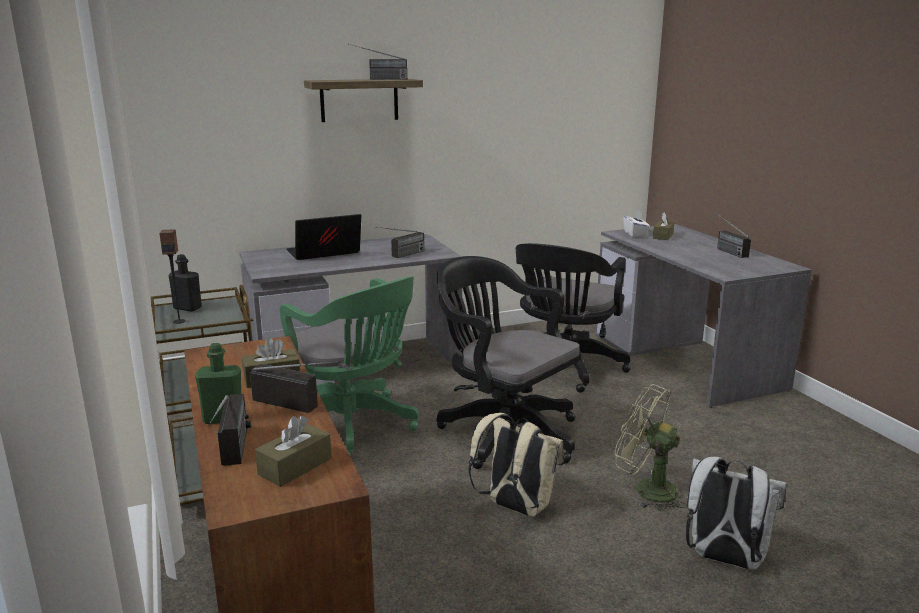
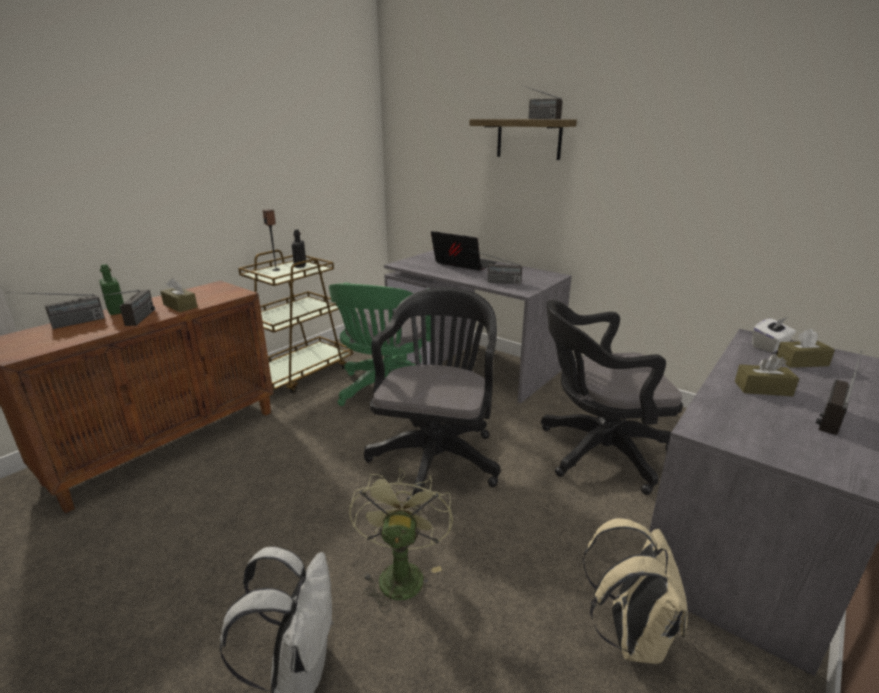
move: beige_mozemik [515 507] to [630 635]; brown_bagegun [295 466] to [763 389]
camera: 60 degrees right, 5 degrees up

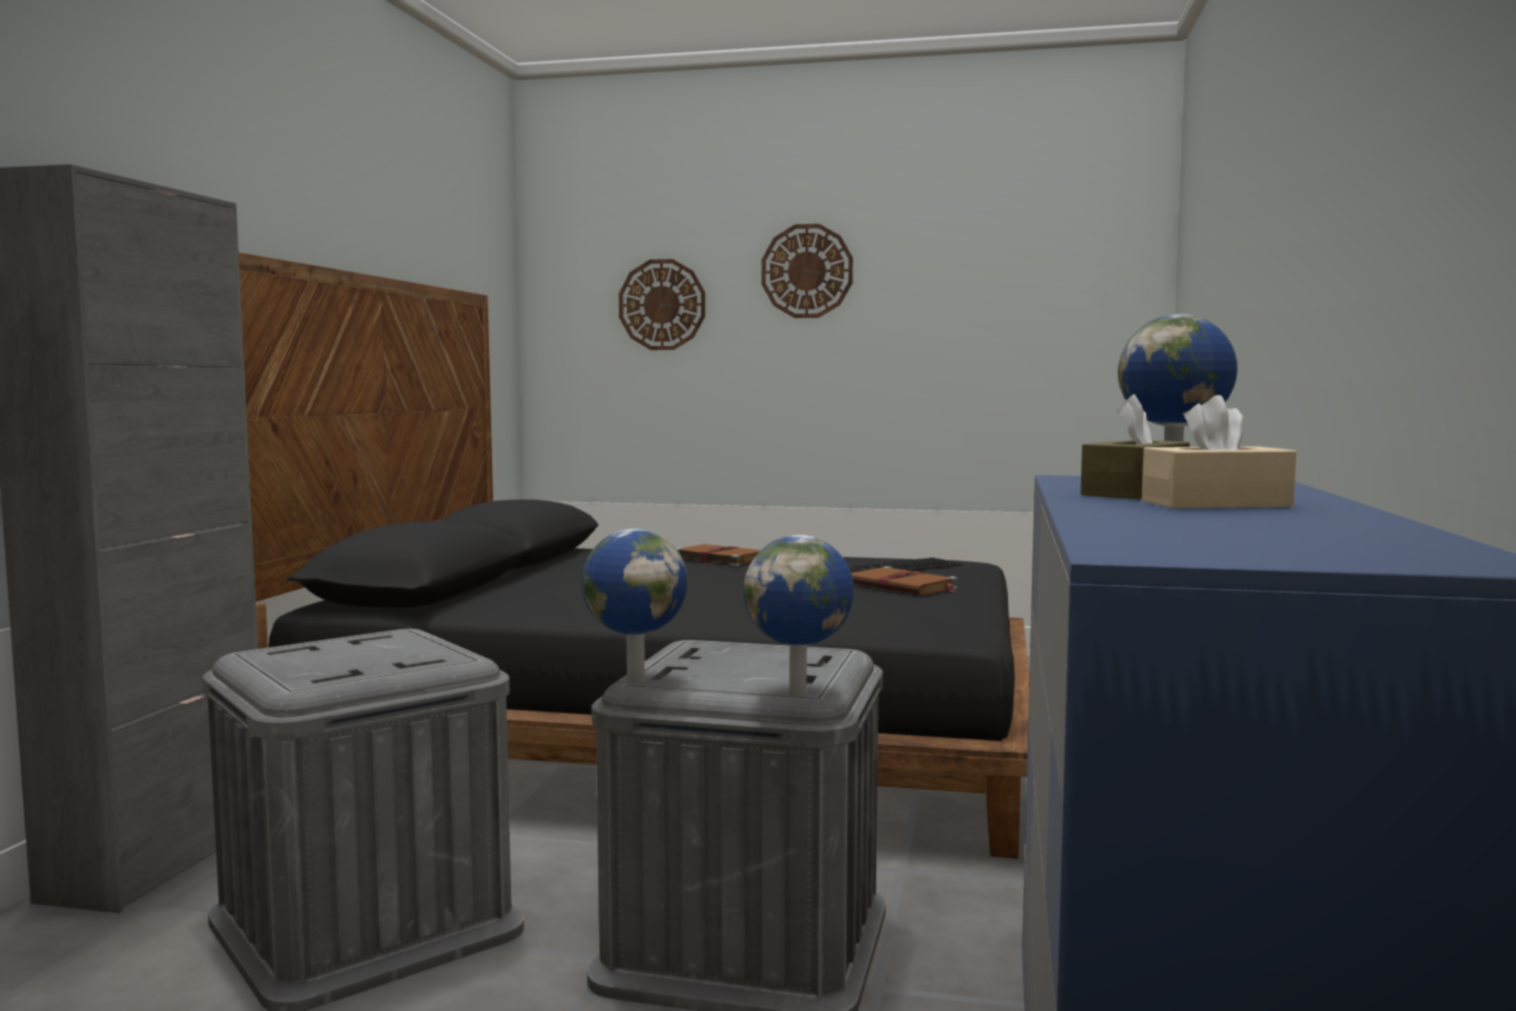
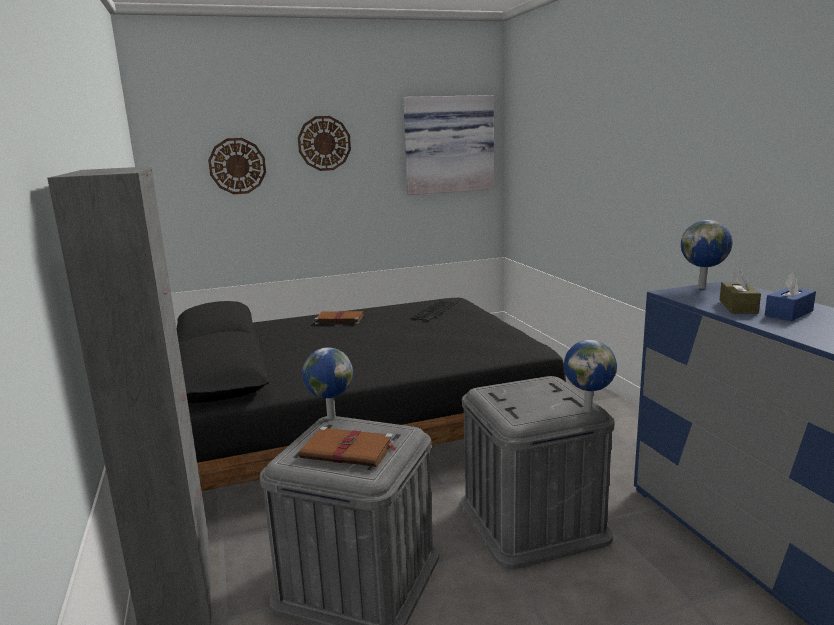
insert: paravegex [448 145]
move: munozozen [635 681] to [330 417]; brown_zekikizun [903 586] to [349 451]
recolor: beige_bagegun [1215 504] to blue_bagegun [788 313]
camera: 30 degrees left, 10 degrees up

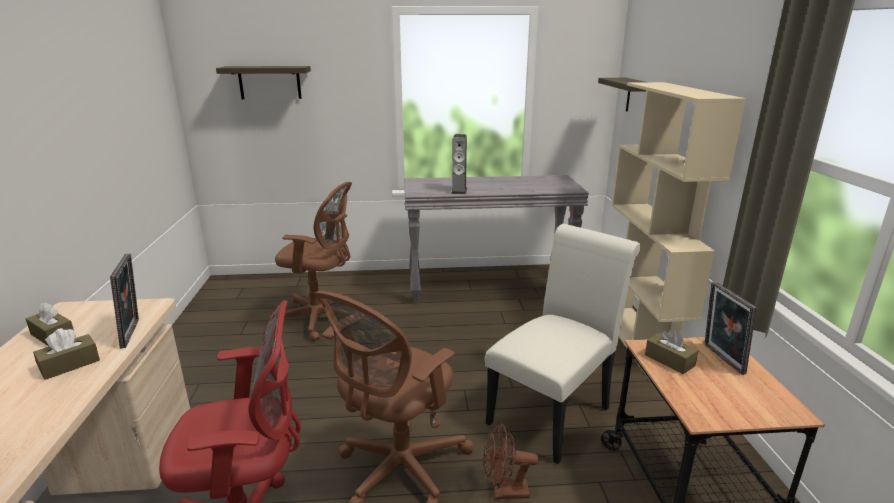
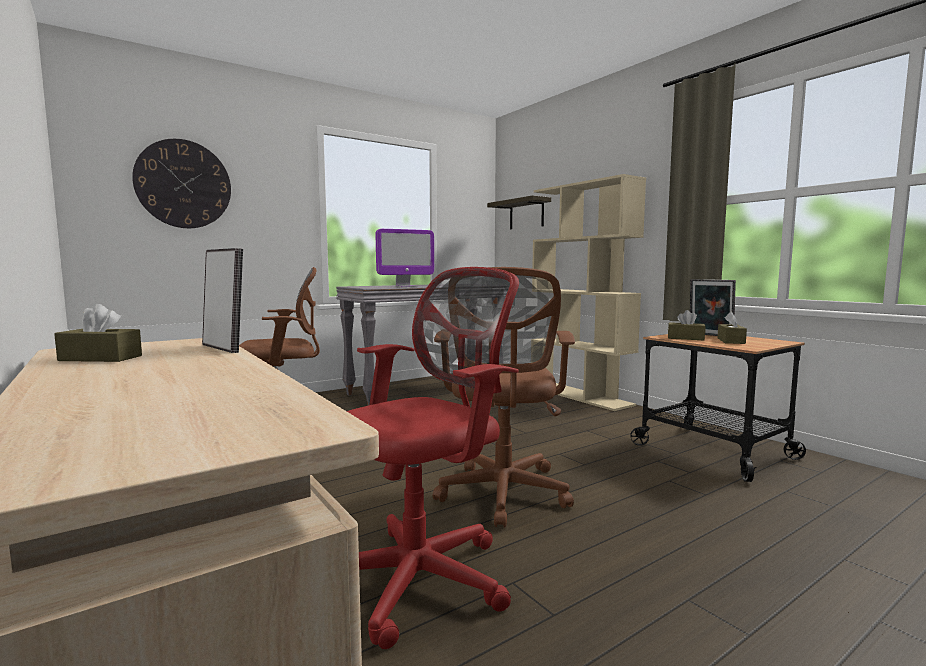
delete: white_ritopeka [554 411]; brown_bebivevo [504 492]
move: brown_bagegun [70 365] to [731 341]
replace: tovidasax [269 82] to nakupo [183 184]; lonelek [459 191] to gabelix [405 286]
camera: 30 degrees left, 15 degrees down

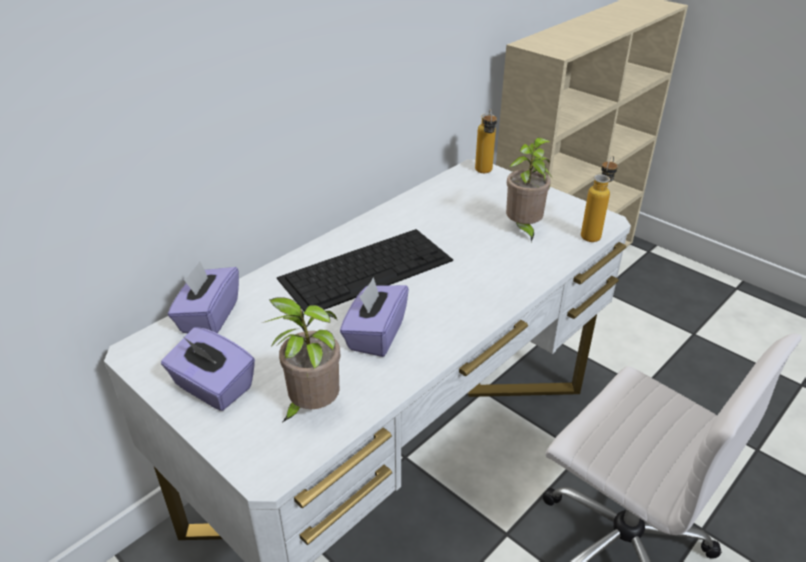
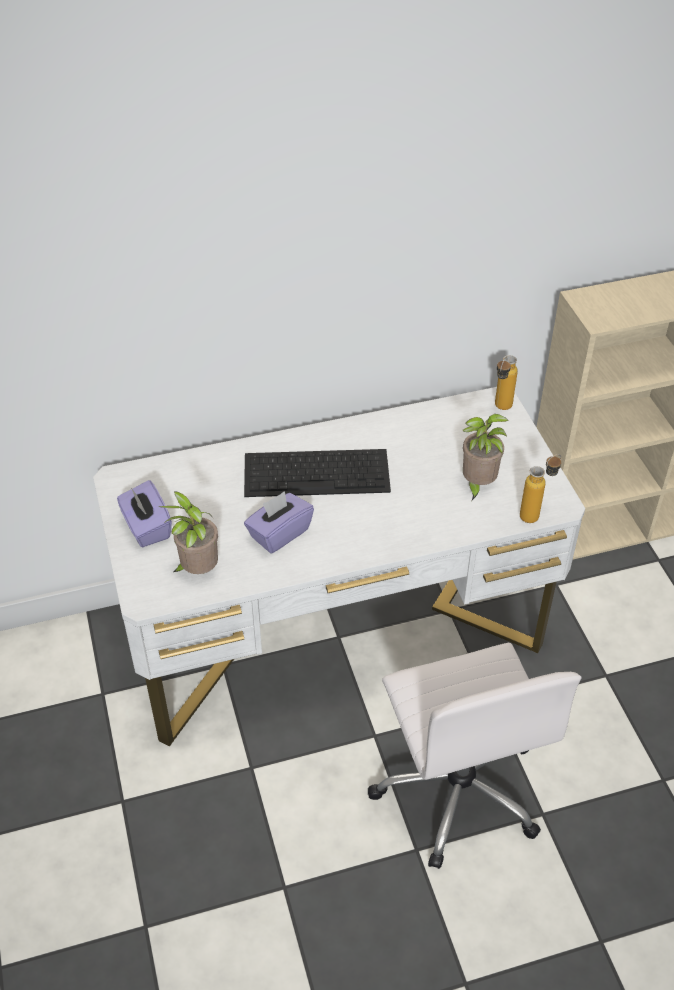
delete: purple_bagegun [209 317]
camera: 30 degrees right, 10 degrees up

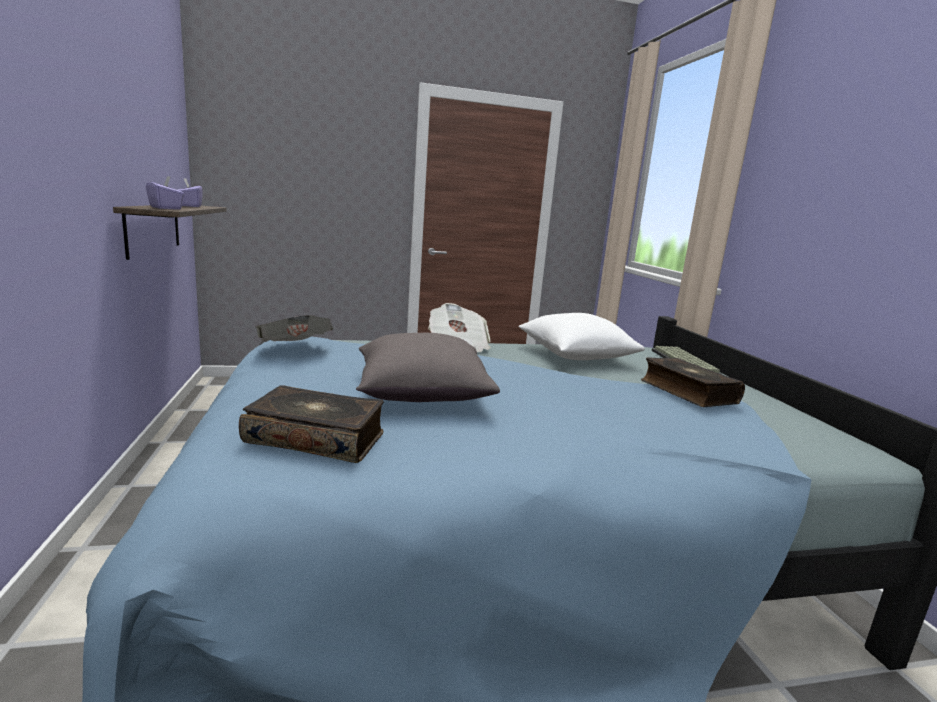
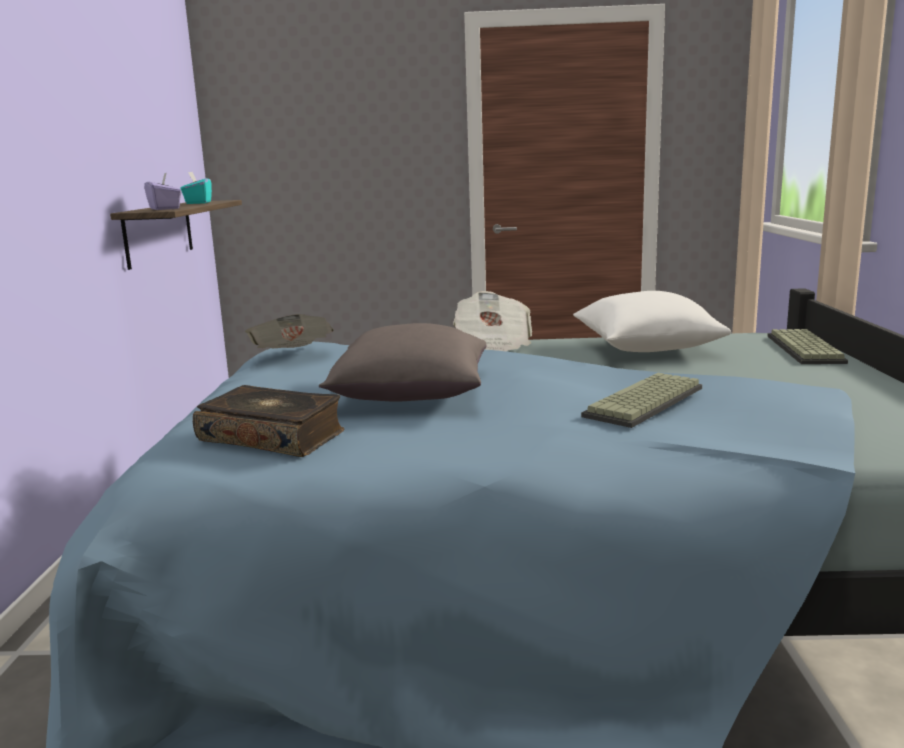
delete: zekikizun [687 392]
insert: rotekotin [646 403]
recolor: purple_bagegun [190 206] to turquoise_bagegun [198 203]
camera: 15 degrees right, 0 degrees up

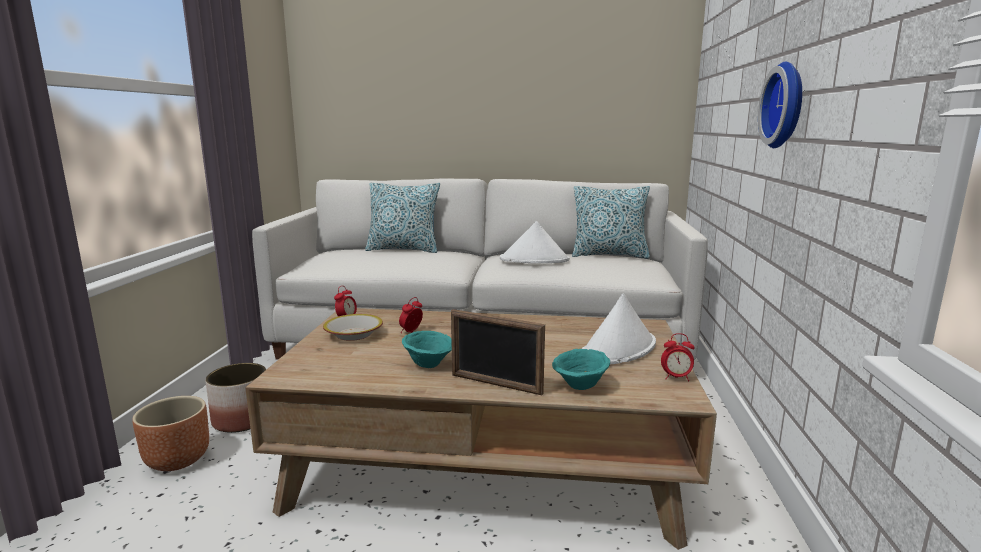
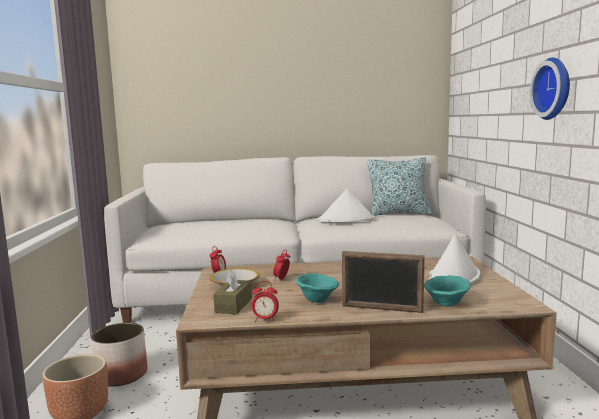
delete: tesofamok [403 249]
insert: brown_bagegun [233 305]
move: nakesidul [676 378] to [265 320]
camera: 10 degrees left, 5 degrees down

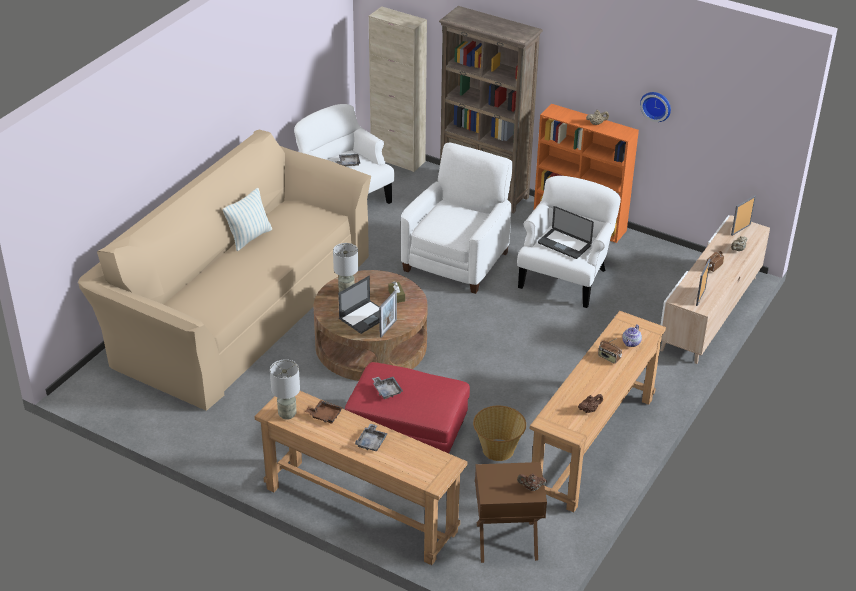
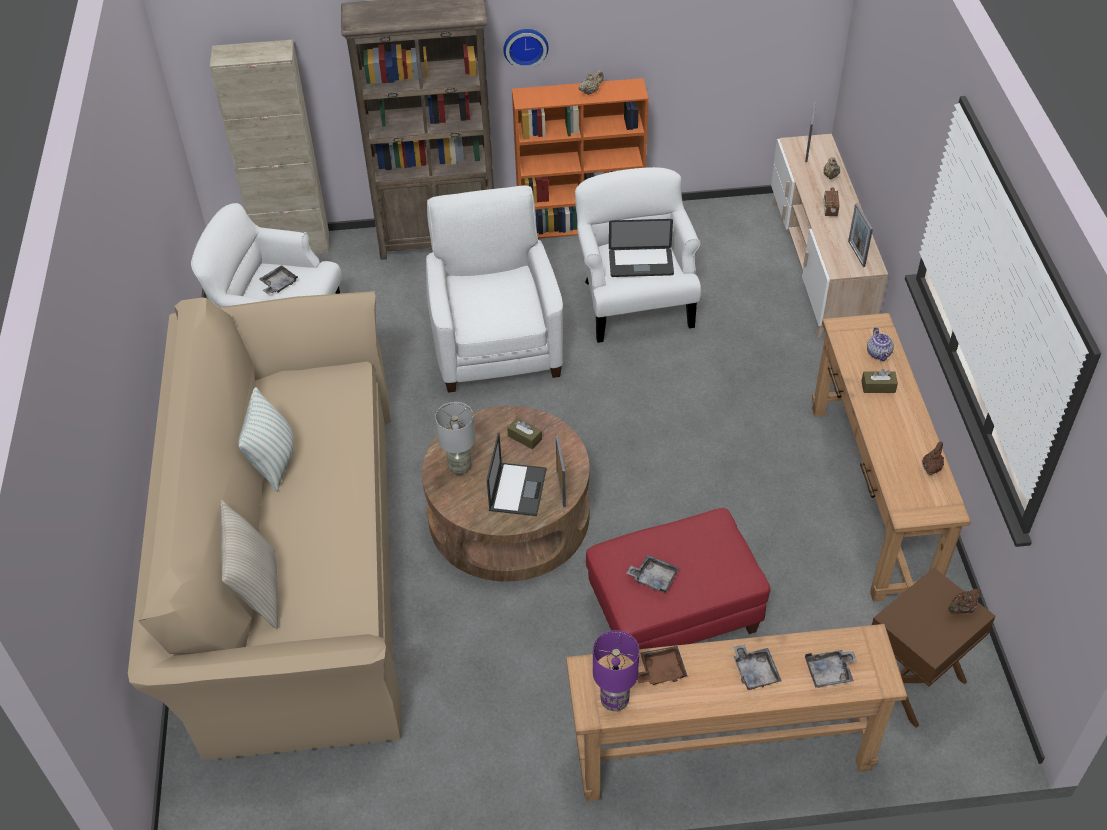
delete: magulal [498 450]
insert: beige_tesofamok [257 591]; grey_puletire [830 672]
move: nakupo [656 105] to [525 46]
replace: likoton [609 358] to brown_bagegun [878 387]
recolor: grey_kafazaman [287 414] to purple_kafazaman [615 701]
camera: 35 degrees left, 10 degrees up

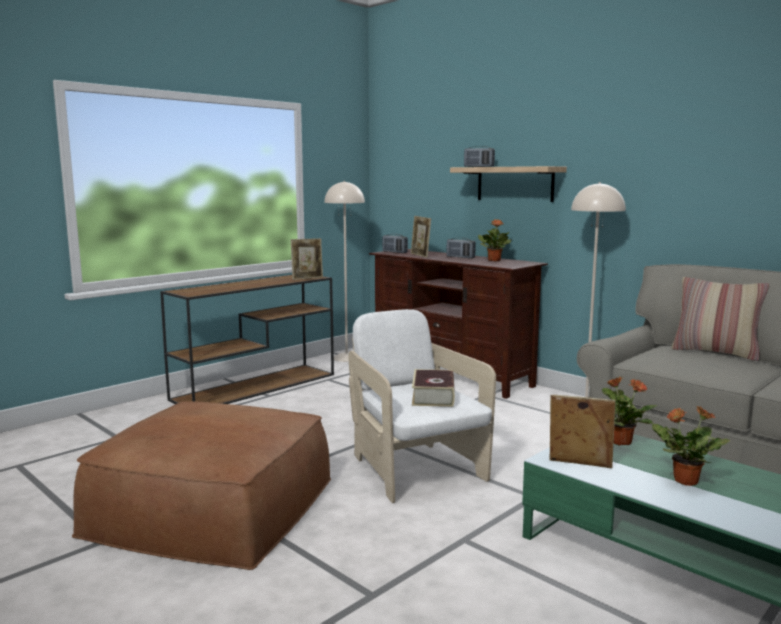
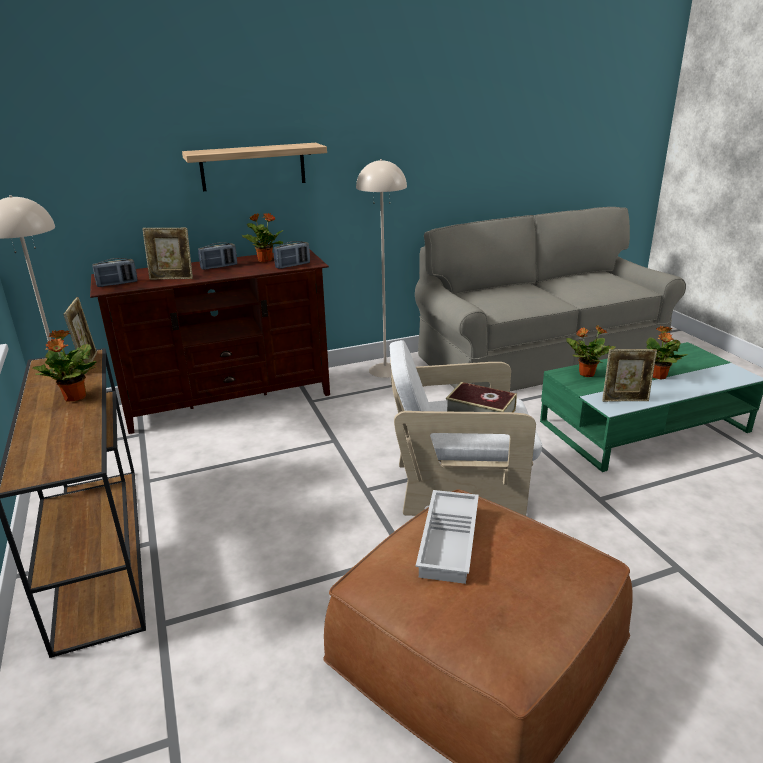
delete: tesofamok [715 352]
insert: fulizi [75 398]; white_puletire [450 541]
move: likoton [478 167] to [293 265]
rotate: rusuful [579 465] = [625 400] 135 degrees counterclockwise
camera: 65 degrees left, 15 degrees up

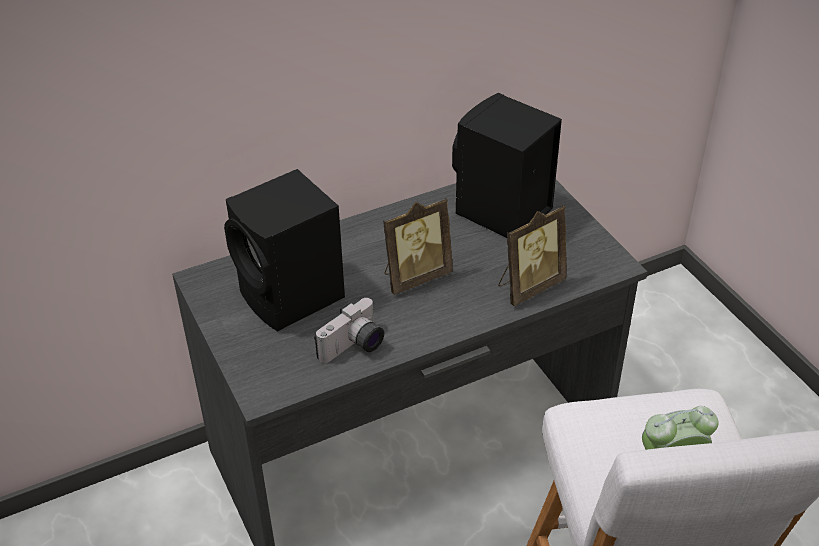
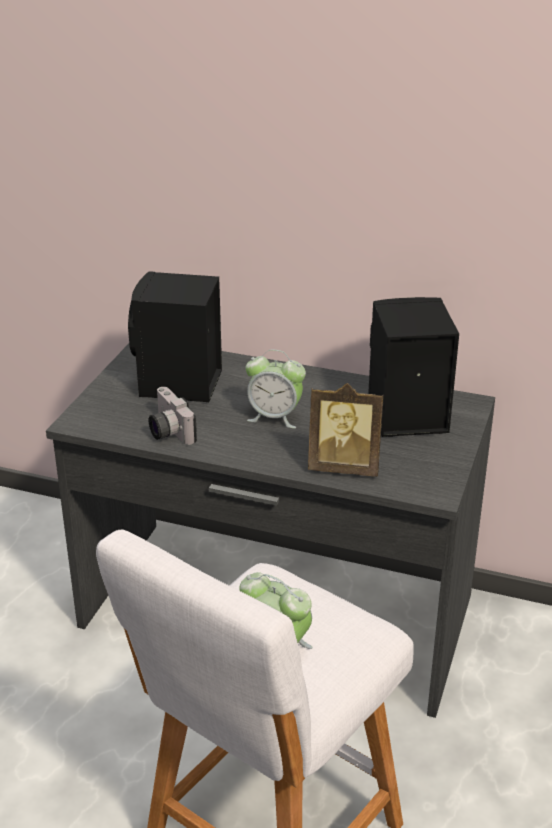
replace: rusuful [415 276] to nakesidul [275 417]
rotate: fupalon [354 347] = [167 431] 60 degrees clockwise
camera: 45 degrees right, 10 degrees down

